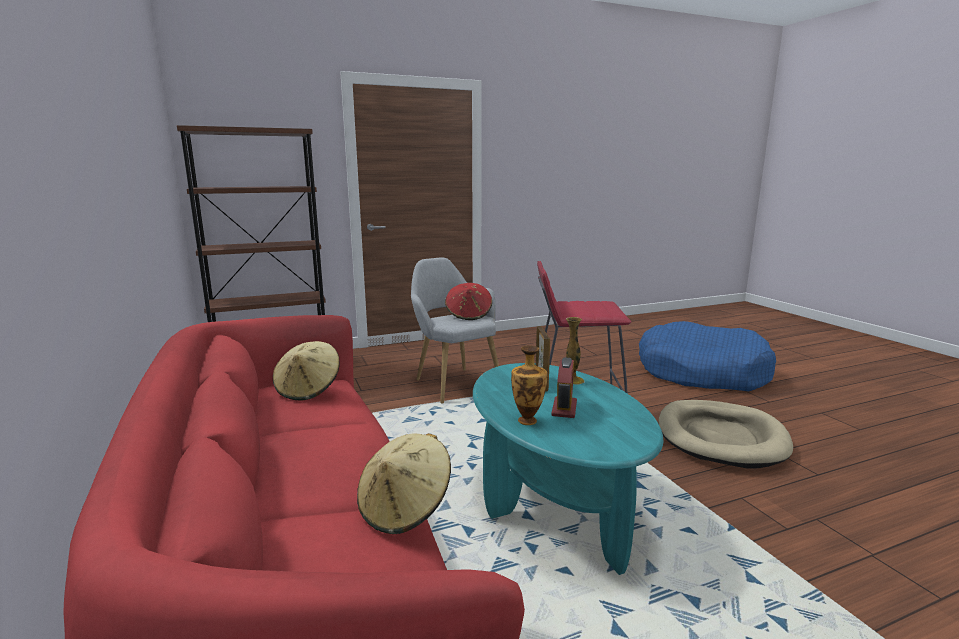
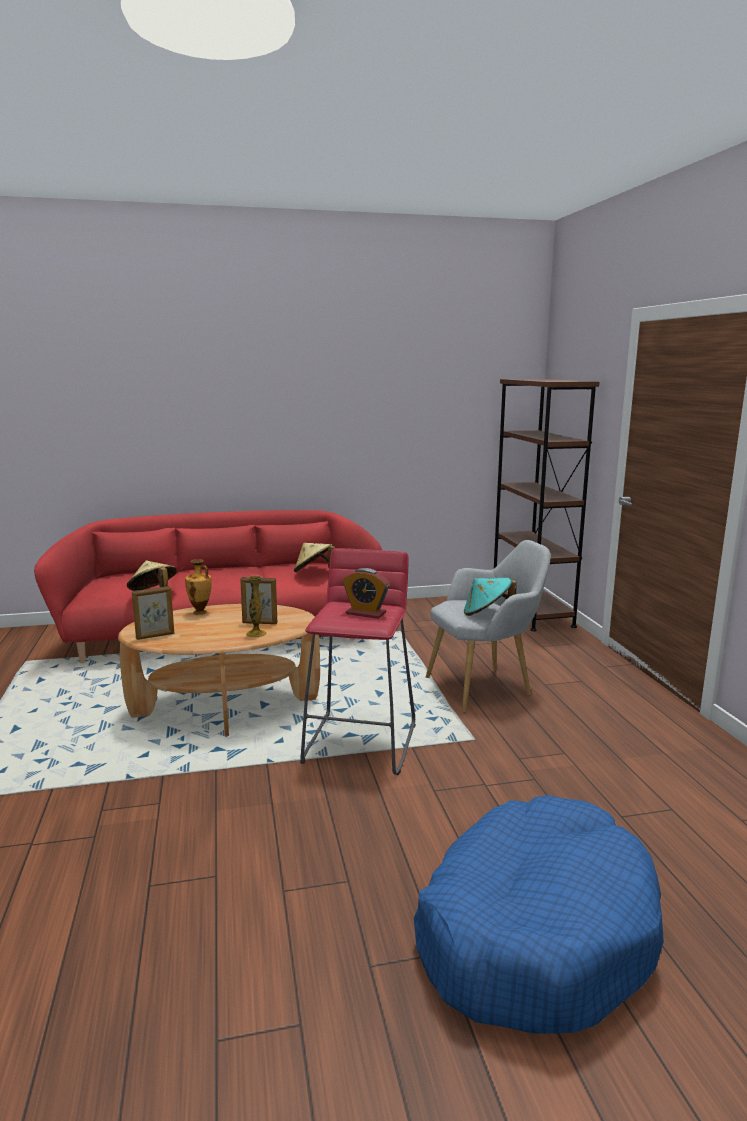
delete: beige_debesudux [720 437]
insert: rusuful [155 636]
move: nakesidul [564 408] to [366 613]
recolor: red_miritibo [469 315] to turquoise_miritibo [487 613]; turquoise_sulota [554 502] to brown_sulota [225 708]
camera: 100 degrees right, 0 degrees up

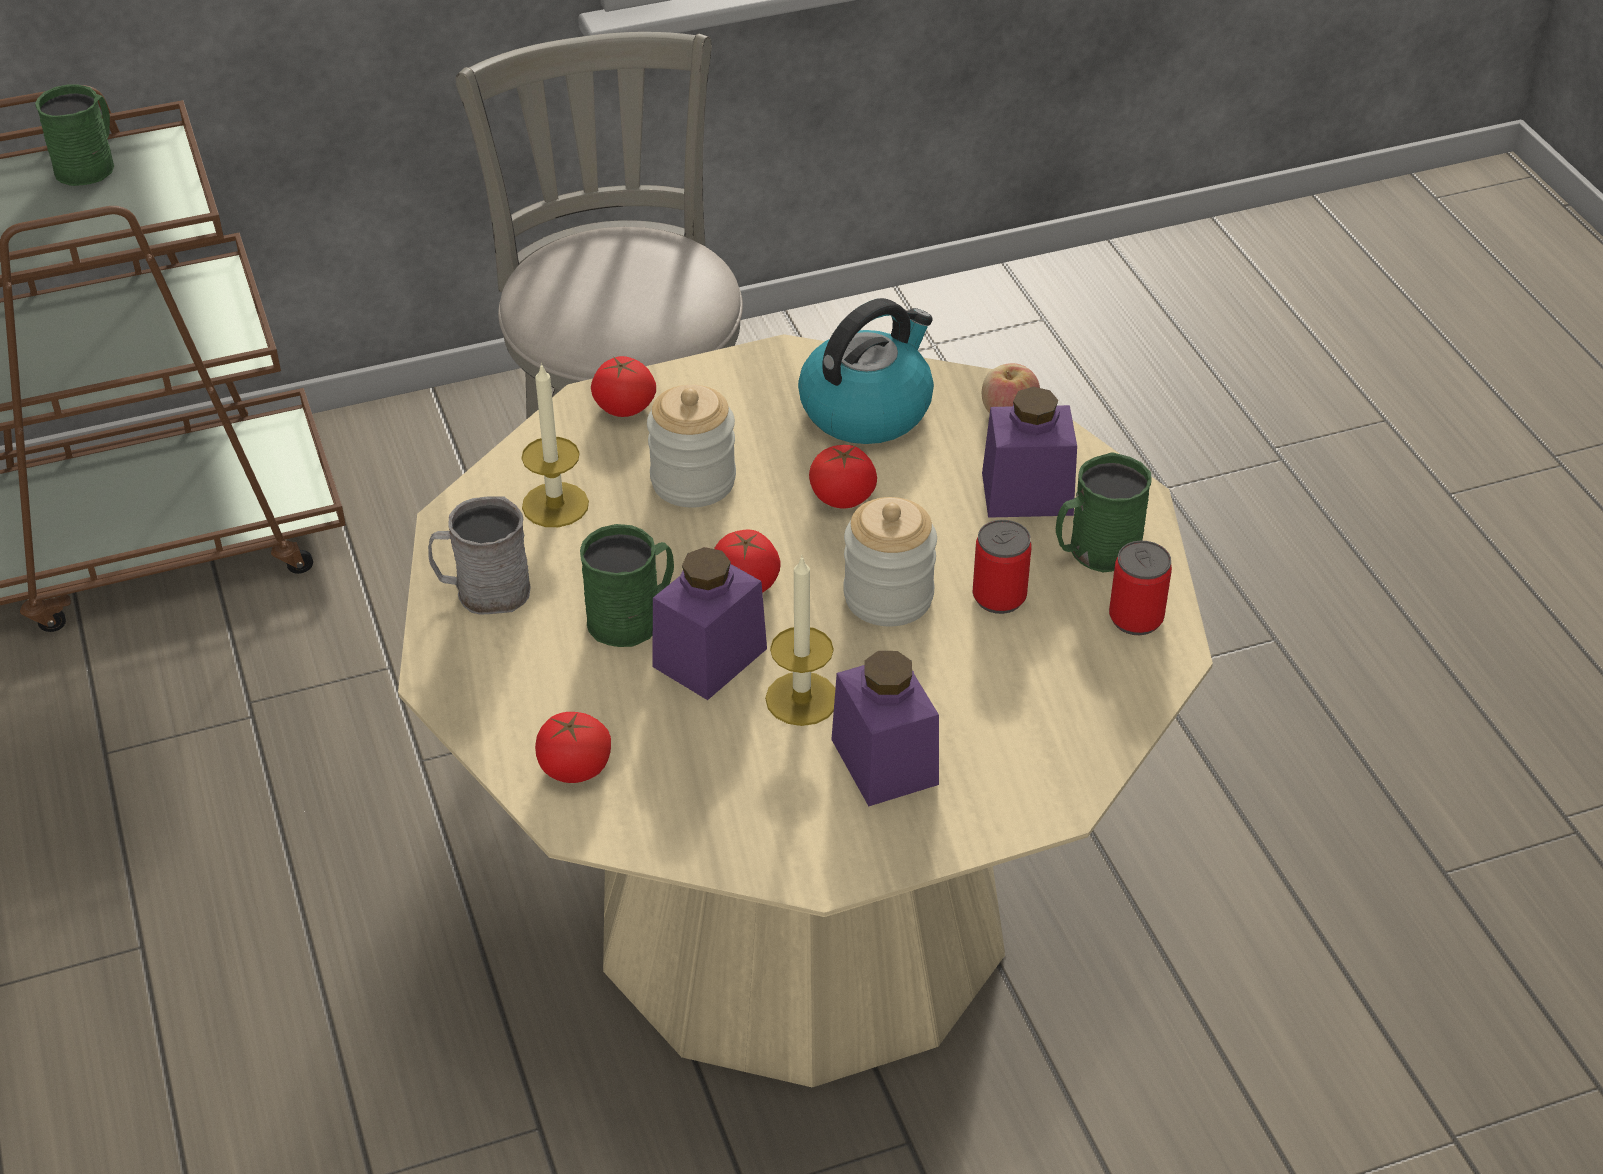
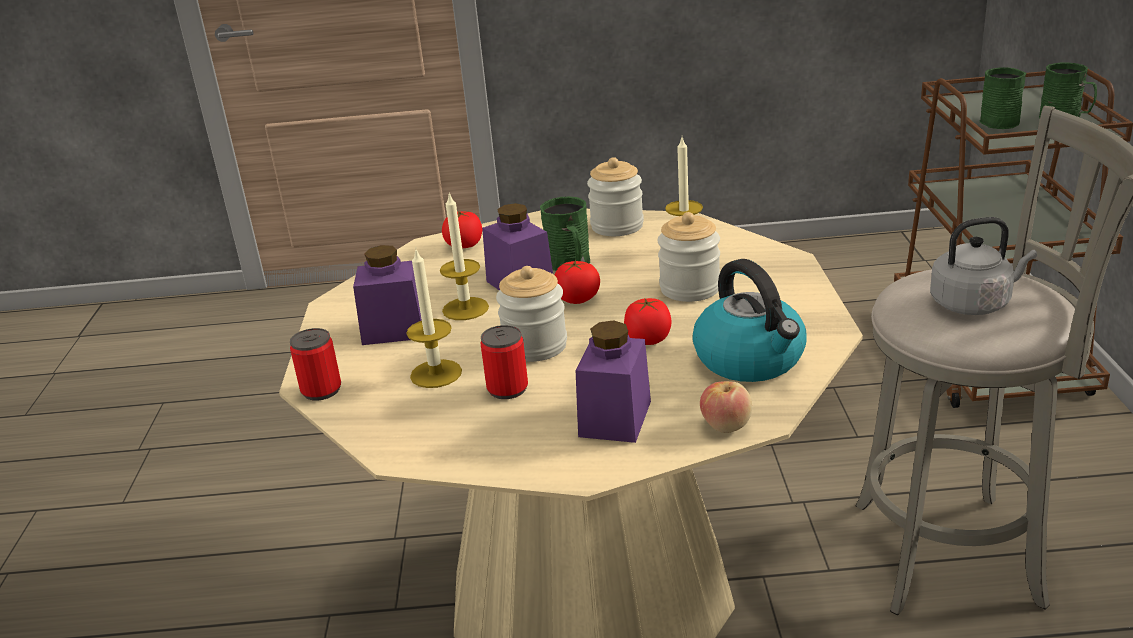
delete: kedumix [624 407]
insert: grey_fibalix [973 303]; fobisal [436 374]
move: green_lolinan [1095 551] to [996 120]; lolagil [1136 618] to [321 390]
replace: grey_lolinan [482 591] to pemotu [617 226]
camera: 110 degrees right, 15 degrees down

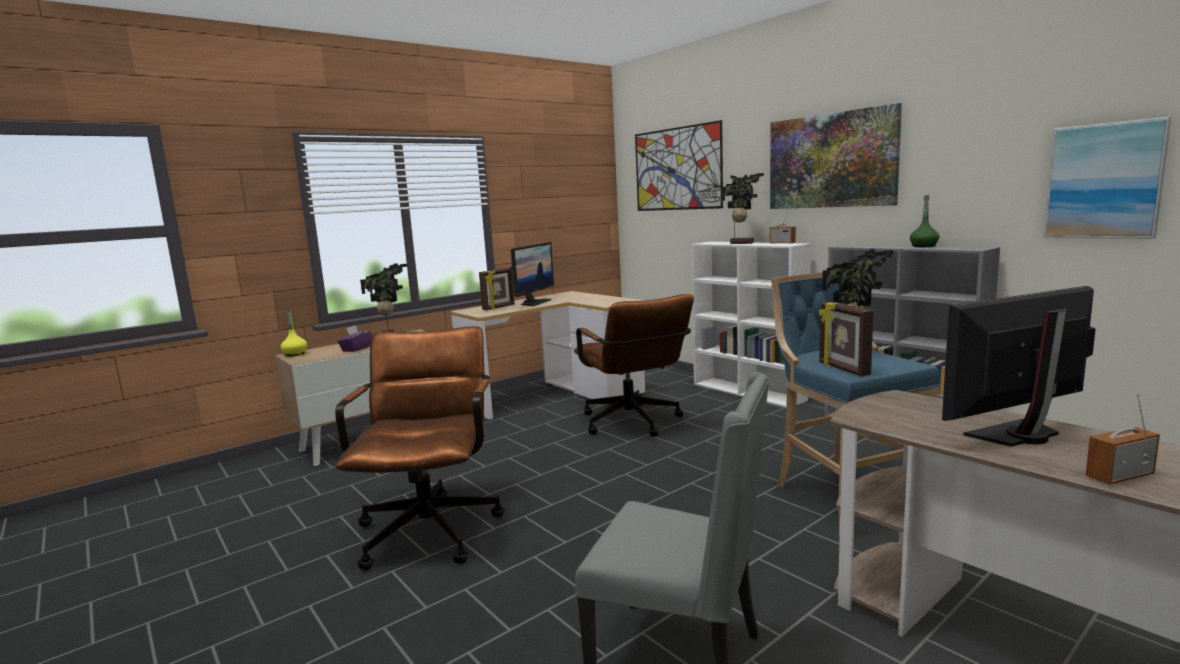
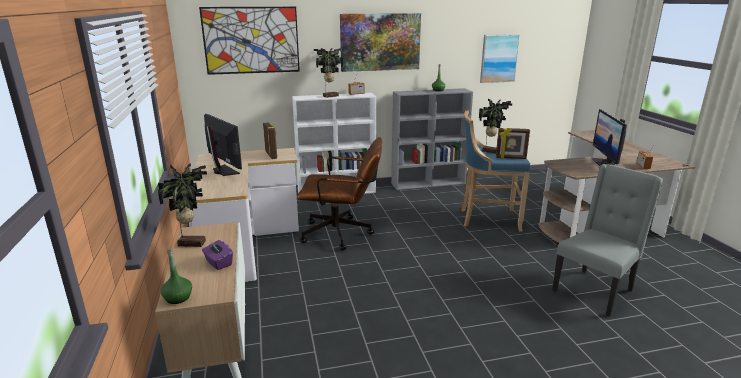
delete: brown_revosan [432 525]
move: rusuful [499 307] to [271 155]
recolor: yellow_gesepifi [295 354] to green_gesepifi [178 298]
camera: 65 degrees left, 10 degrees up

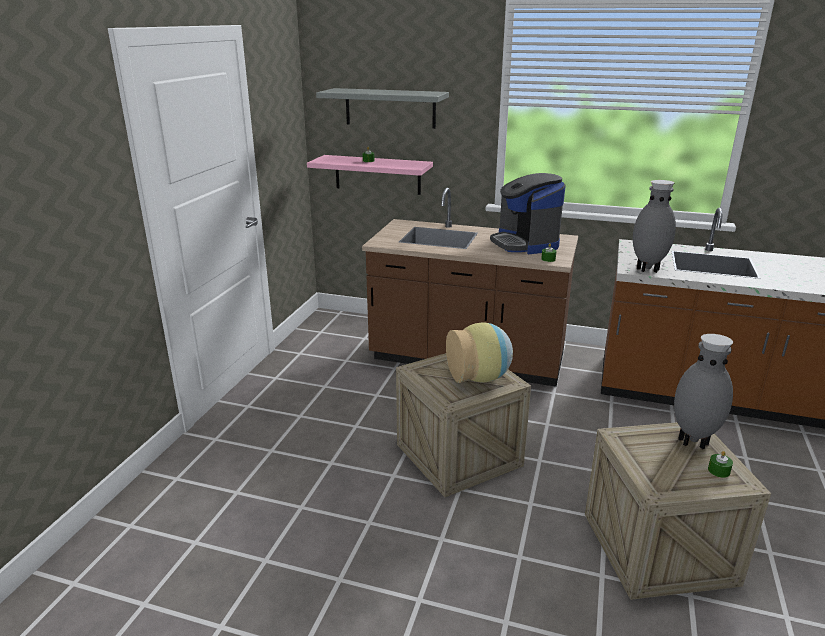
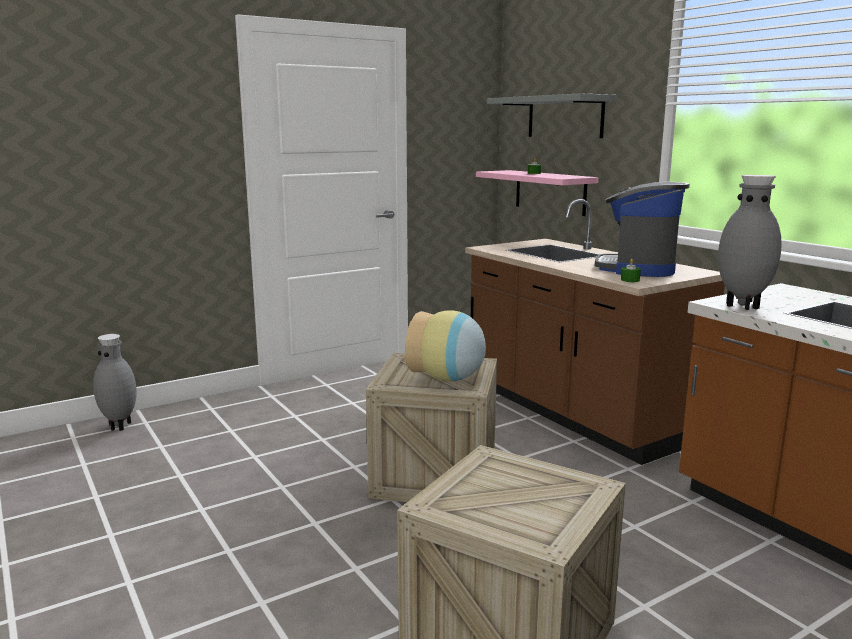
delete: green_fobisal [718 471]
move: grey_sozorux [693 441] to [120 426]
camera: 40 degrees right, 10 degrees down

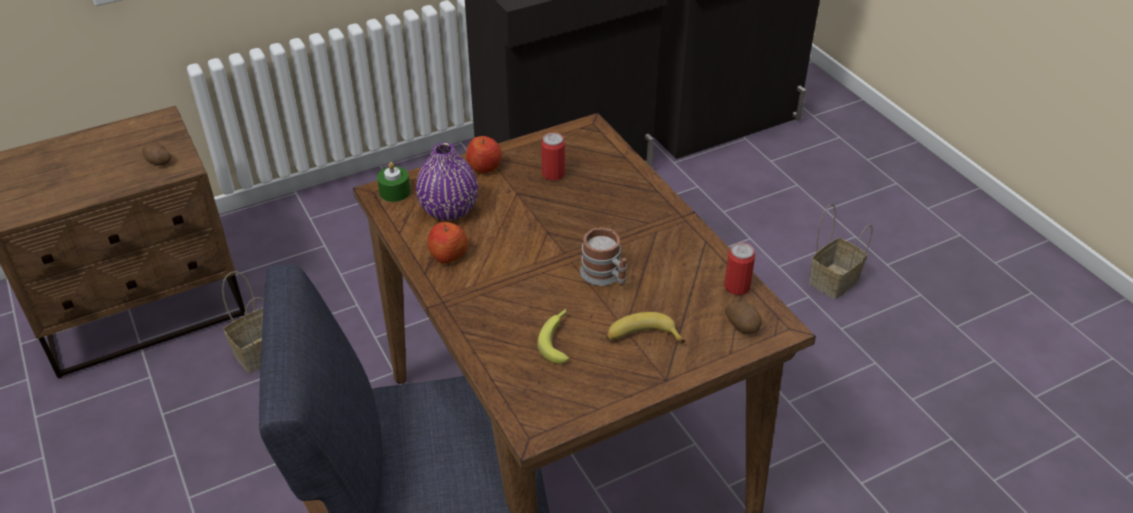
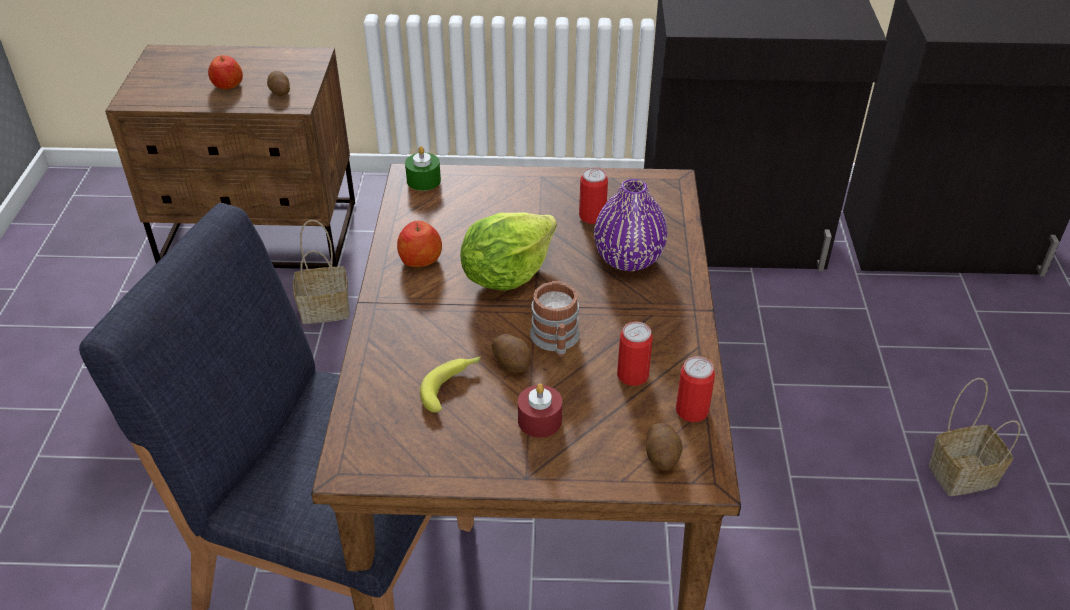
insert: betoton [506 274]; lolagil [632 375]; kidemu [513 363]
move: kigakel [485 167] to [227 85]; purple_sozorux [449 210] to [628 259]
replace: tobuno [642 337] to red_fobisal [539 420]
camera: 30 degrees right, 0 degrees up

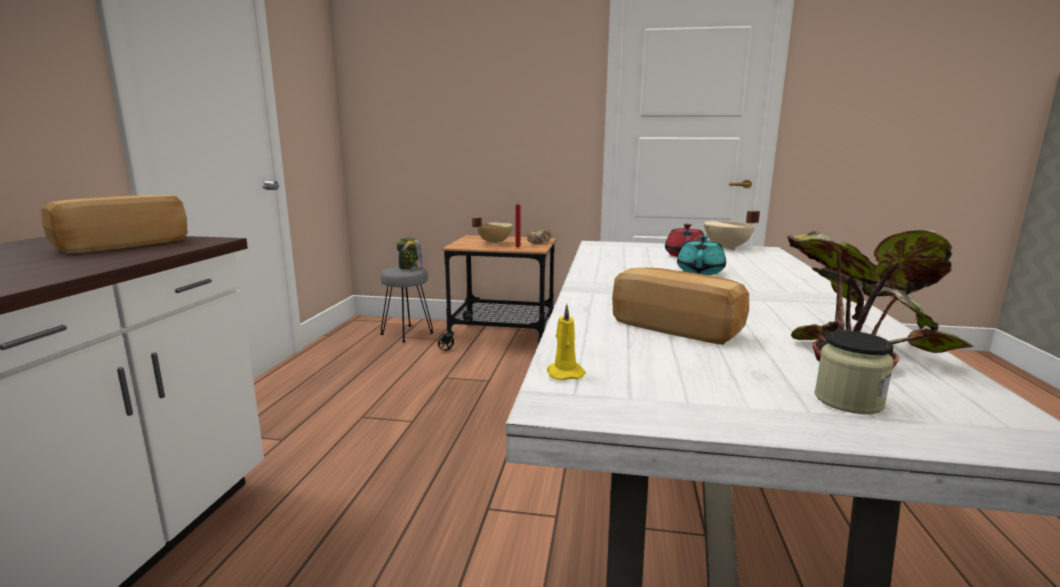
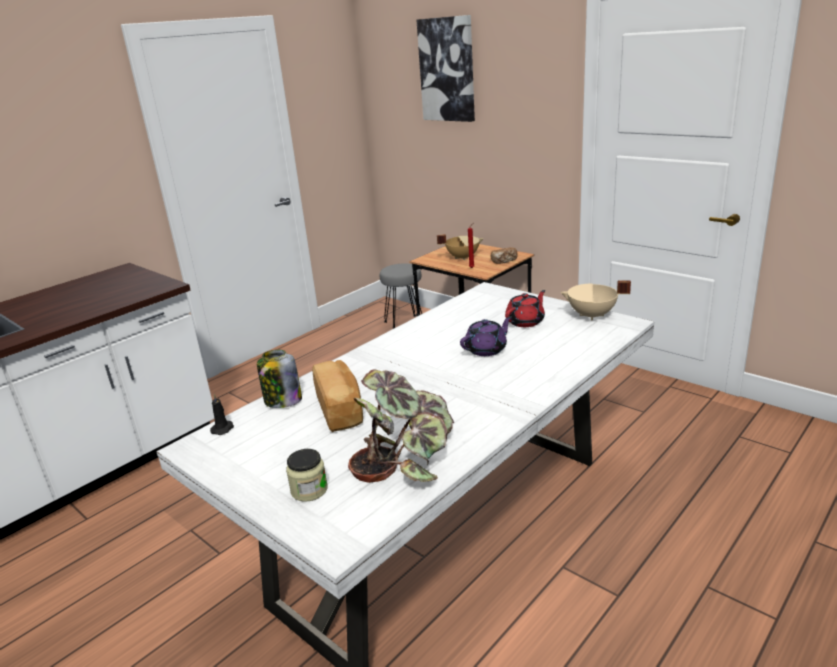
delete: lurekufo [122 245]
insert: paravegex [447 70]
move: pemotu [410 268] to [282 401]
recolor: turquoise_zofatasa [700 271] to purple_zofatasa [486 349]; yellow_fobisal [564 373] to black_fobisal [223 429]
camera: 35 degrees right, 10 degrees up

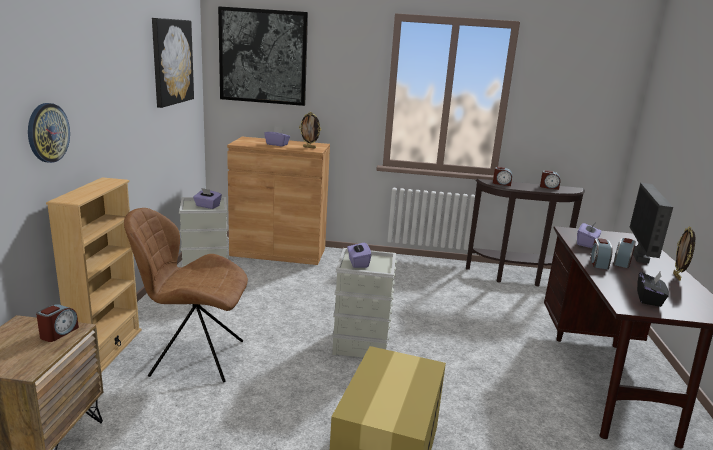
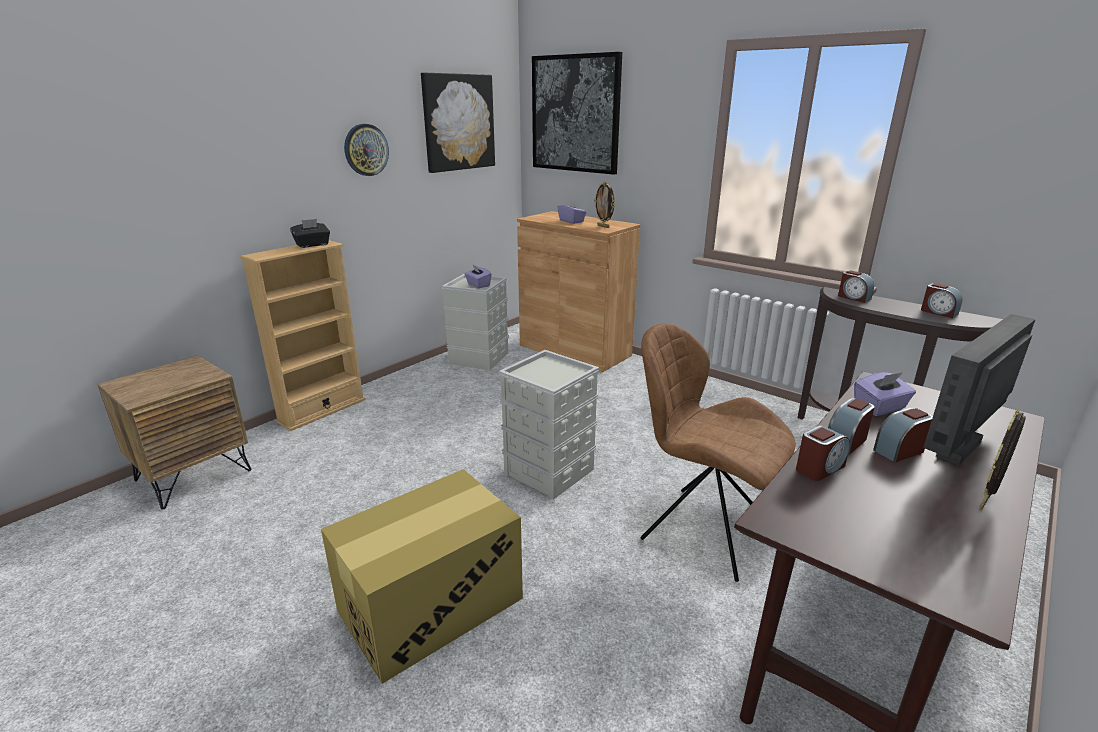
delete: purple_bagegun [358 263]
move: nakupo [47 132] to [366 150]; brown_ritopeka [194 357] to [701 529]; black_bagegun [649 299] to [312 245]; nakesidul [59 333] to [819 468]
camera: 35 degrees right, 5 degrees up

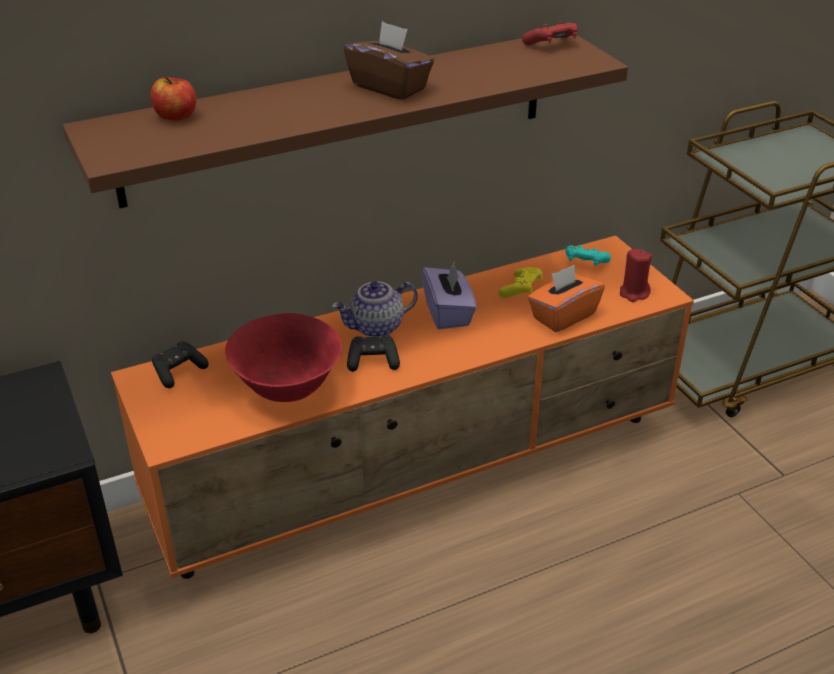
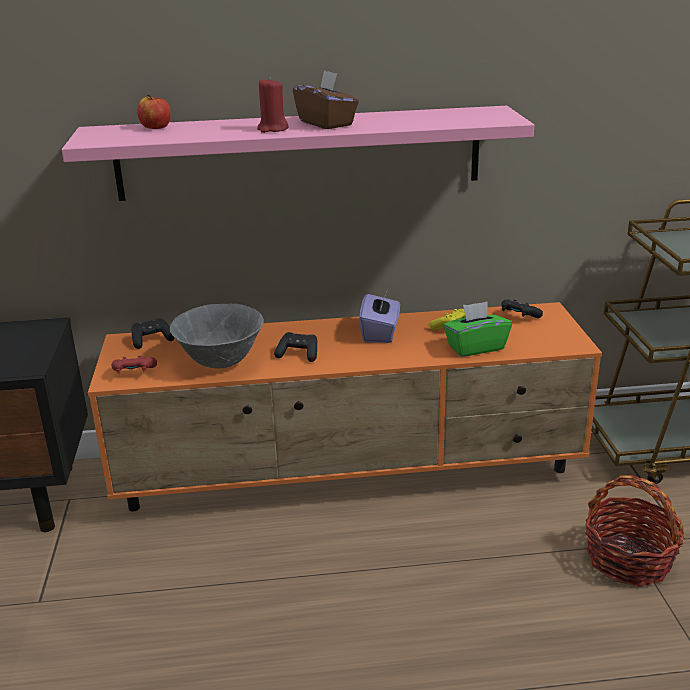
delete: zofatasa [376 328]
insert: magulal [628 559]
move: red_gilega [551 45] to [134 373]; red_fobisal [634 293] to [272 129]
recolor: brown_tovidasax [339 116] to pink_tovidasax [299 153]; turquoise_gilega [585 263] to black_gilega [519 316]; orange_bagegun [563 316] to green_bagegun [475 347]; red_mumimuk [288 390] to grey_mumimuk [221 363]
camera: 20 degrees right, 10 degrees down

